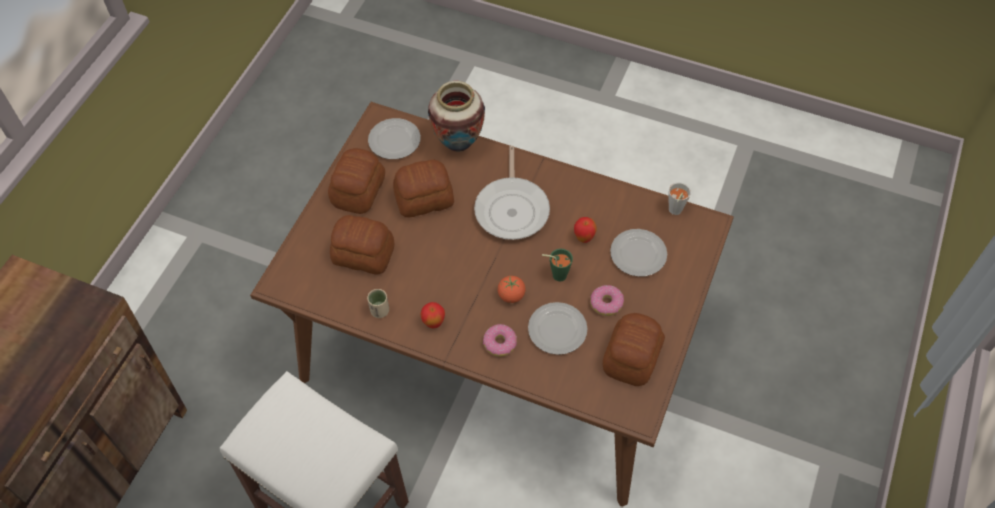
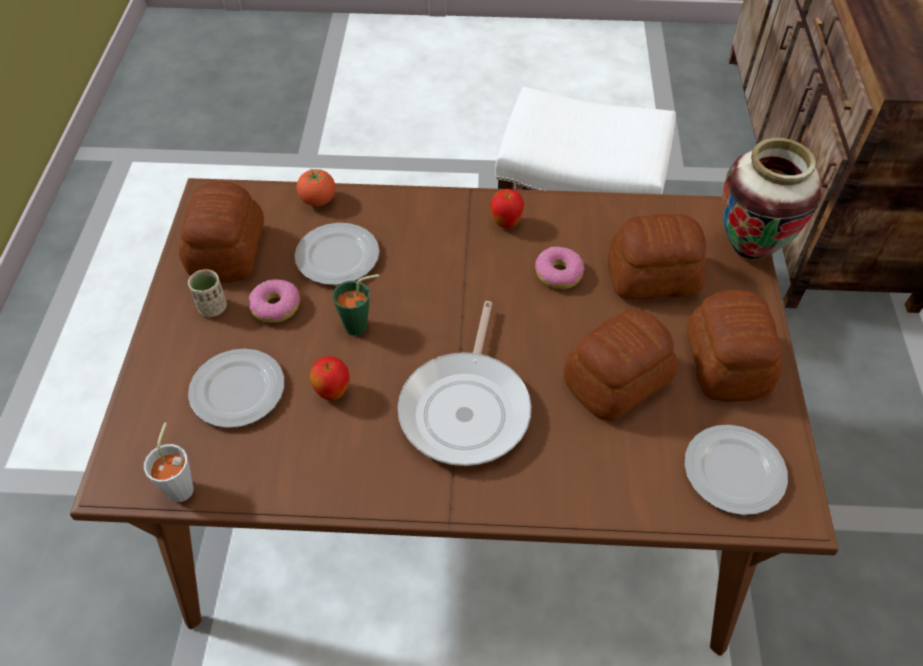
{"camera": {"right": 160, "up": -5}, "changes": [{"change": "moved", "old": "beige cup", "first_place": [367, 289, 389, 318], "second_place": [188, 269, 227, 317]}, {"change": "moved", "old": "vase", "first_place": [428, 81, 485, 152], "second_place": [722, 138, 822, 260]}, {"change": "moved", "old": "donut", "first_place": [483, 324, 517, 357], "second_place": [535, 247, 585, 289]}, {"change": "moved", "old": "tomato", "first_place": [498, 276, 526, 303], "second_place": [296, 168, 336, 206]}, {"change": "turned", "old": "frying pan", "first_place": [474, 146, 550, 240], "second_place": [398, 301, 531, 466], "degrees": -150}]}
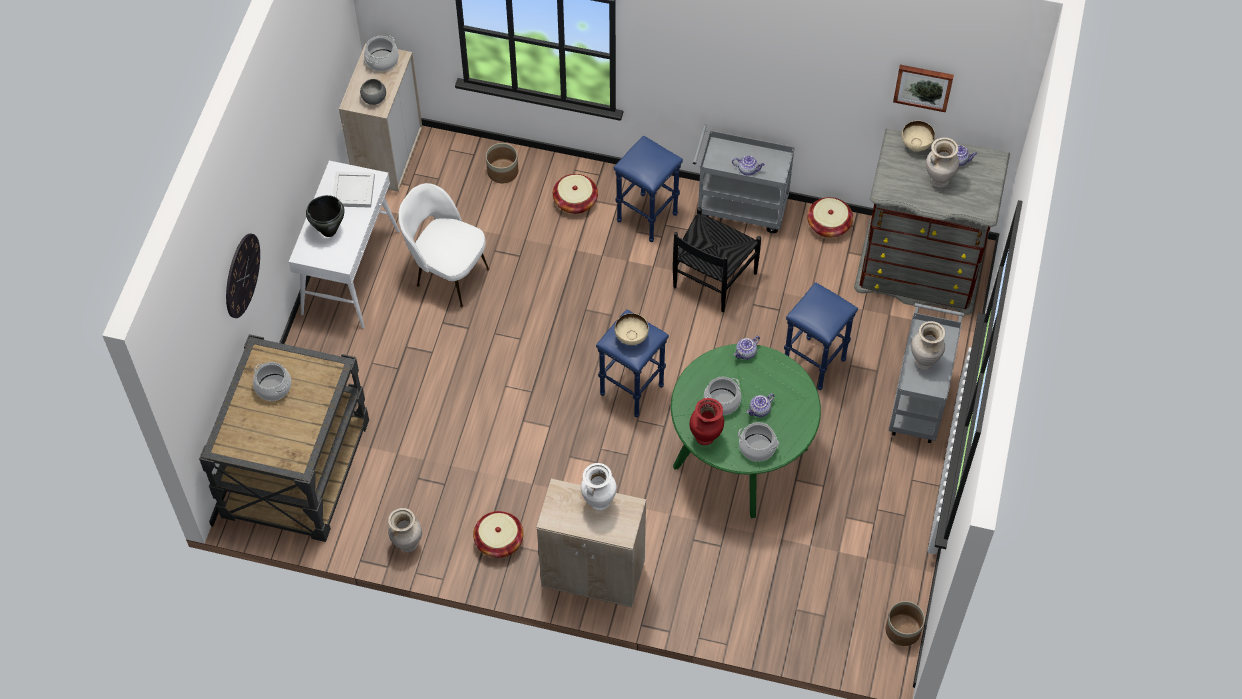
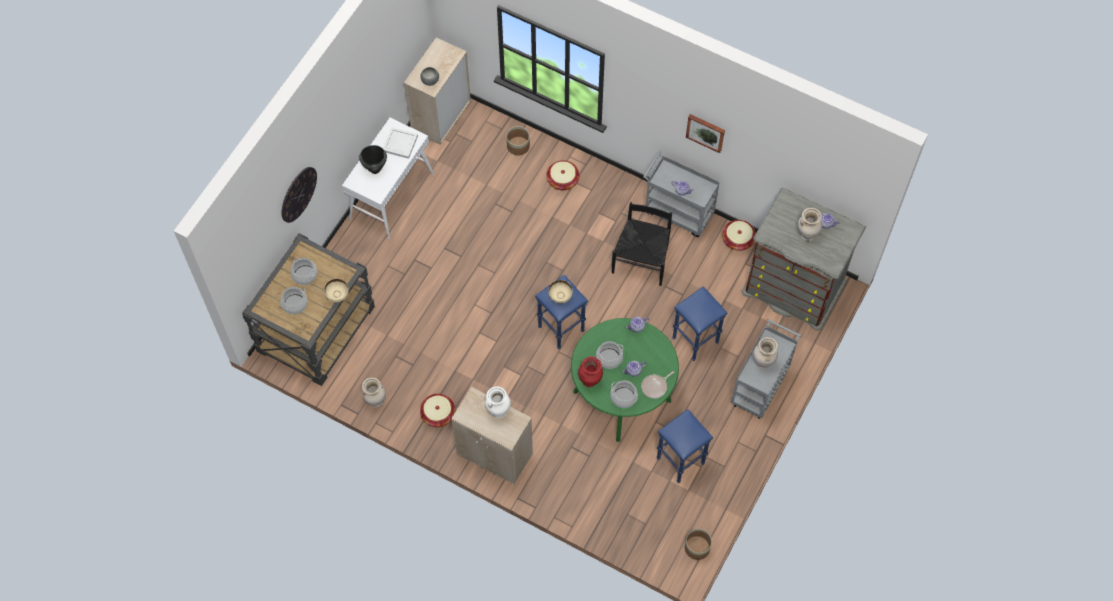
{"camera": {"right": 15, "up": 5}, "changes": [{"change": "removed", "old": "white chair", "first_place": [398, 183, 489, 308]}, {"change": "added", "new": "frying pan", "second_place": [641, 371, 675, 399]}, {"change": "moved", "old": "cooking pot", "first_place": [364, 36, 399, 71], "second_place": [280, 287, 308, 314]}, {"change": "moved", "old": "blue stool", "first_place": [614, 136, 683, 242], "second_place": [657, 409, 713, 483]}, {"change": "moved", "old": "picture", "first_place": [893, 65, 954, 112], "second_place": [686, 114, 725, 153]}, {"change": "moved", "old": "beige bowl", "first_place": [902, 121, 935, 152], "second_place": [324, 279, 349, 302]}, {"change": "turned", "old": "black chair", "first_place": [673, 207, 761, 312], "second_place": [612, 202, 672, 286], "degrees": 150}]}
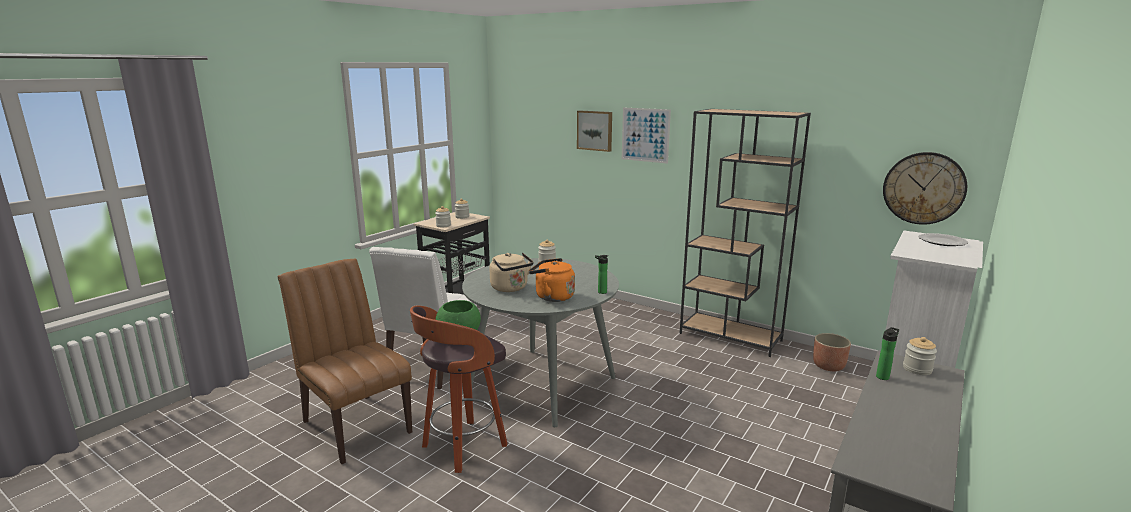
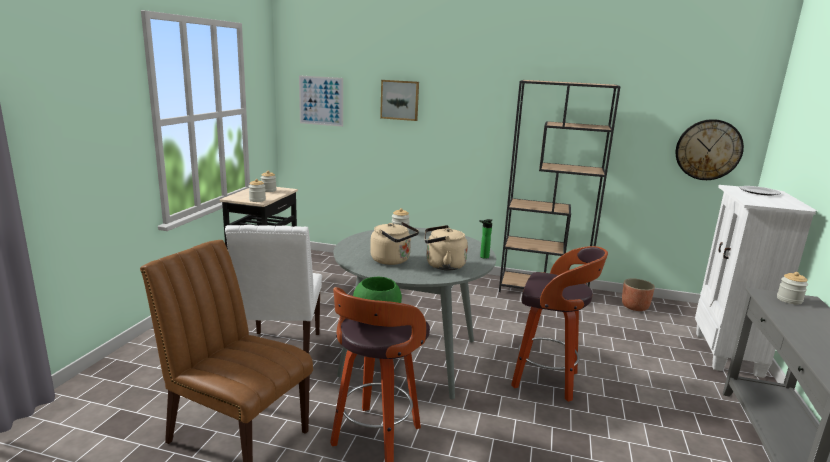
{"camera": {"right": -20, "up": 0}, "changes": [{"change": "removed", "old": "bottle", "first_place": [876, 327, 899, 380]}, {"change": "added", "new": "stool", "second_place": [511, 246, 608, 402]}, {"change": "moved", "old": "picture", "first_place": [622, 107, 671, 164], "second_place": [299, 75, 343, 127]}, {"change": "recoloured", "old": "orange kettle", "new": "beige kettle", "first_place": [529, 258, 575, 302], "second_place": [425, 225, 468, 270]}]}
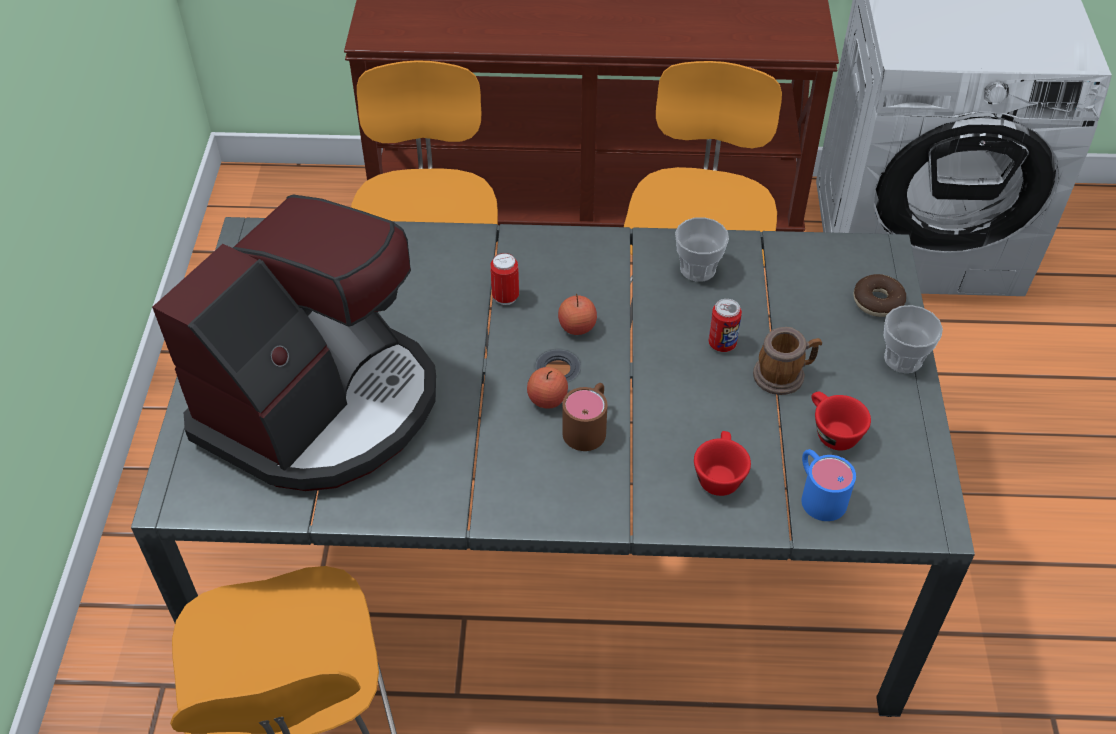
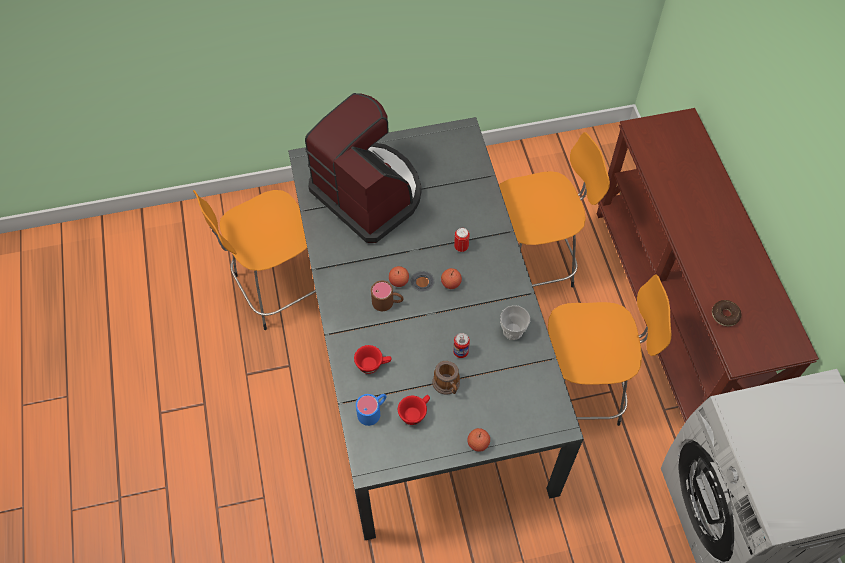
{"camera": {"right": 75, "up": 10}, "changes": [{"change": "moved", "old": "donut", "first_place": [853, 274, 906, 317], "second_place": [712, 300, 742, 326]}, {"change": "replaced", "old": "cup", "new": "apple", "first_place": [884, 305, 943, 373], "second_place": [467, 428, 490, 452]}, {"change": "turned", "old": "coffee machine", "first_place": [152, 194, 436, 491], "second_place": [305, 93, 422, 243], "degrees": -150}]}
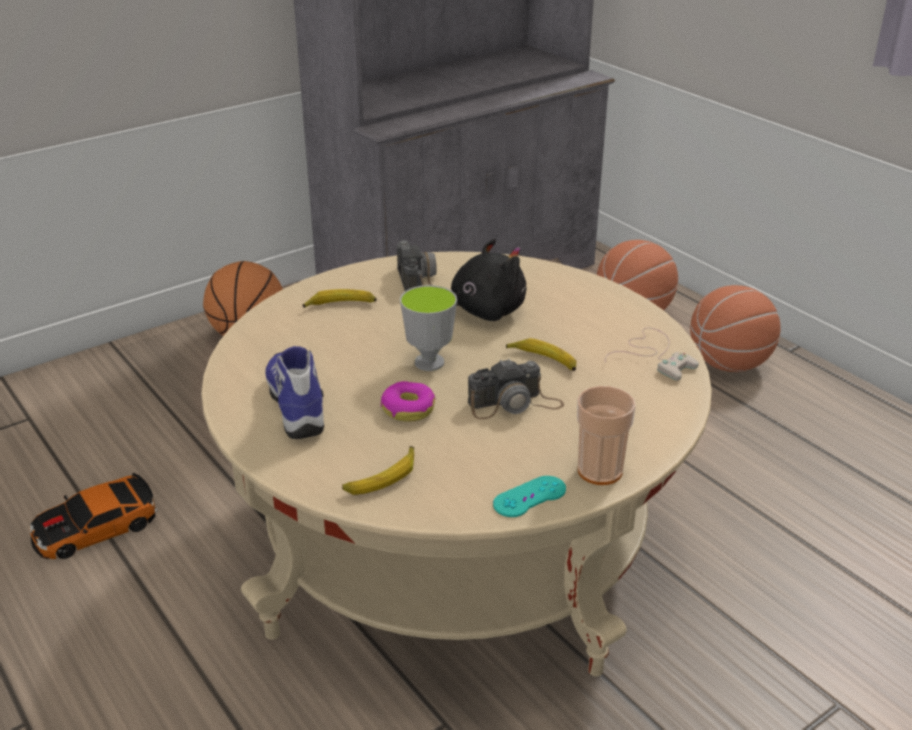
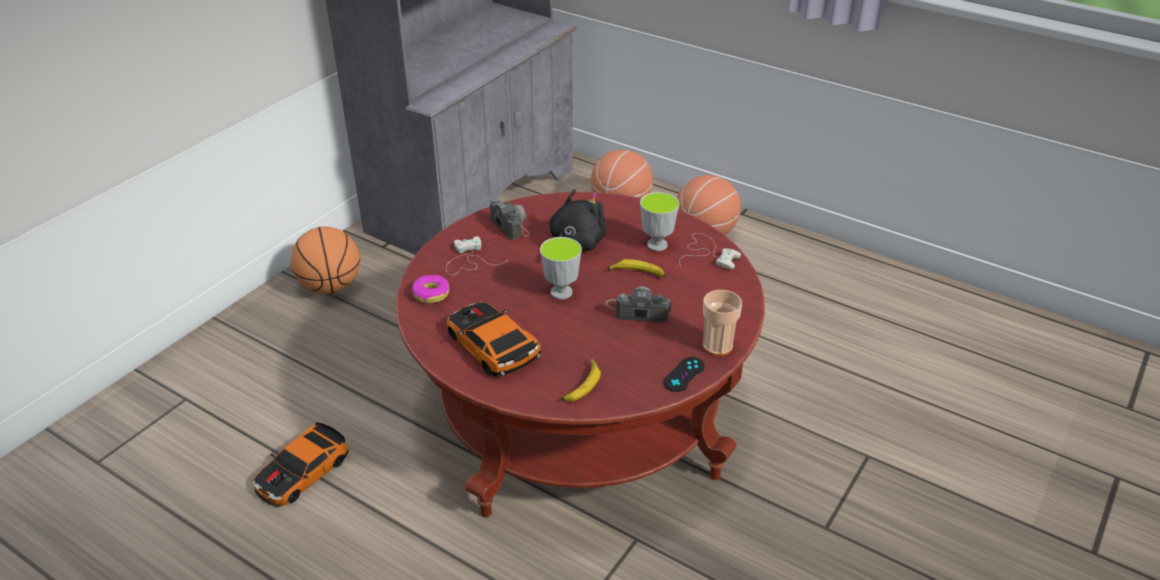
{"camera": {"right": -20, "up": 5}, "changes": [{"change": "added", "new": "cup", "second_place": [640, 192, 679, 251]}, {"change": "moved", "old": "donut", "first_place": [381, 381, 436, 422], "second_place": [412, 275, 449, 303]}, {"change": "replaced", "old": "shoe", "new": "toy car", "first_place": [265, 346, 324, 439], "second_place": [446, 302, 541, 376]}, {"change": "replaced", "old": "banana", "new": "white game controller", "first_place": [303, 289, 377, 308], "second_place": [446, 236, 506, 275]}, {"change": "recoloured", "old": "beige coffee table", "new": "red coffee table", "first_place": [201, 251, 712, 677], "second_place": [396, 192, 765, 518]}, {"change": "recoloured", "old": "turquoise game controller", "new": "black game controller", "first_place": [493, 476, 566, 517], "second_place": [663, 357, 705, 392]}, {"change": "turned", "old": "photo camera", "first_place": [468, 358, 564, 419], "second_place": [605, 286, 671, 322], "degrees": -135}]}
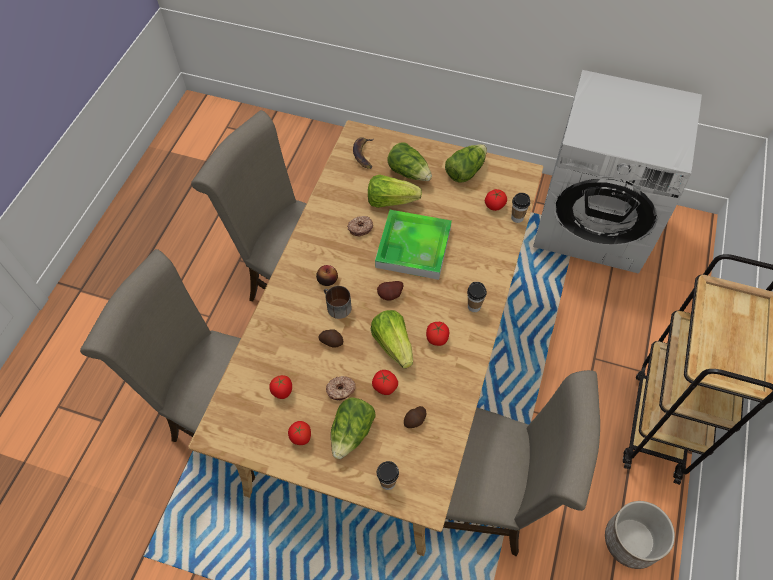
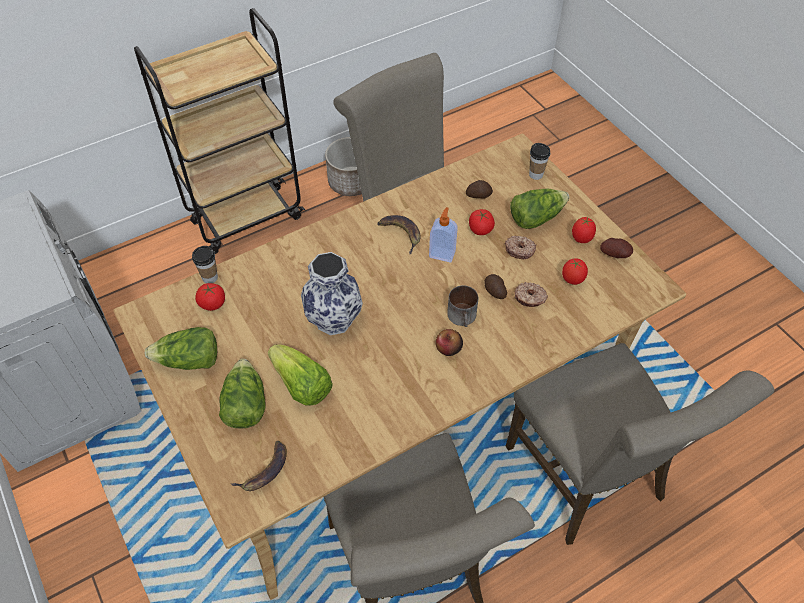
{"camera": {"right": -140, "up": -5}, "changes": [{"change": "removed", "old": "cup", "first_place": [467, 282, 487, 312]}, {"change": "moved", "old": "donut", "first_place": [347, 216, 373, 236], "second_place": [515, 282, 548, 307]}, {"change": "moved", "old": "potato", "first_place": [377, 281, 403, 301], "second_place": [600, 238, 633, 258]}, {"change": "replaced", "old": "lettuce", "new": "soap dispenser", "first_place": [371, 310, 413, 369], "second_place": [429, 207, 458, 262]}, {"change": "replaced", "old": "tray", "new": "vase", "first_place": [375, 210, 452, 280], "second_place": [301, 252, 363, 335]}, {"change": "replaced", "old": "tomato", "new": "banana", "first_place": [426, 322, 449, 346], "second_place": [377, 215, 421, 254]}]}
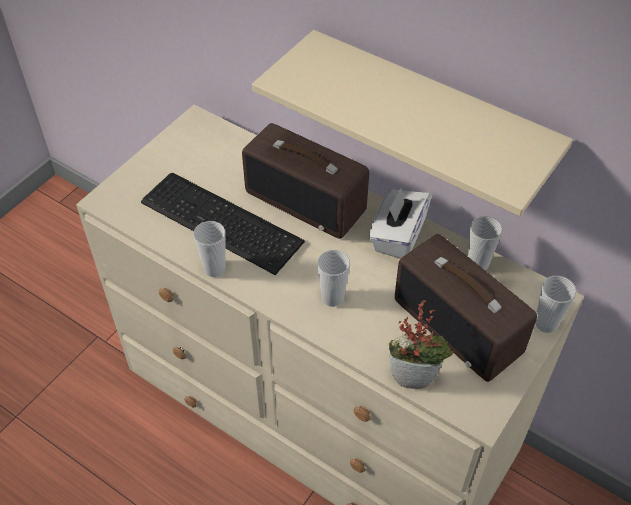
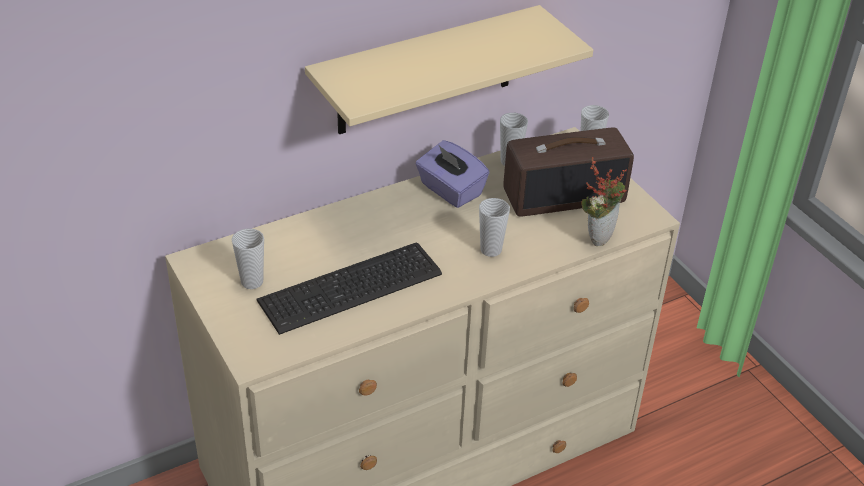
{"camera": {"right": -65, "up": -10}, "changes": [{"change": "removed", "old": "radio", "first_place": [242, 123, 369, 239]}, {"change": "moved", "old": "cup", "first_place": [193, 221, 226, 277], "second_place": [231, 228, 264, 289]}, {"change": "recoloured", "old": "white tissue box", "new": "purple tissue box", "first_place": [369, 188, 431, 259], "second_place": [416, 140, 490, 208]}]}
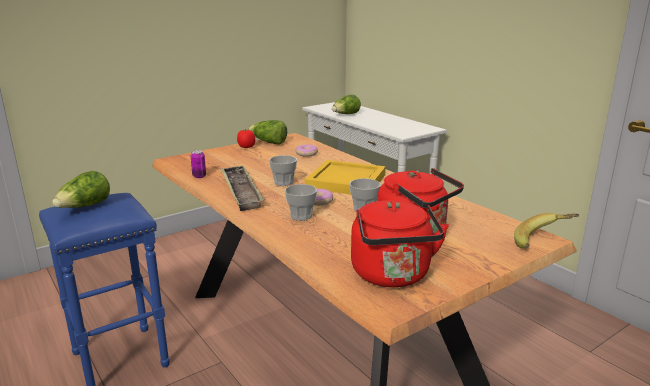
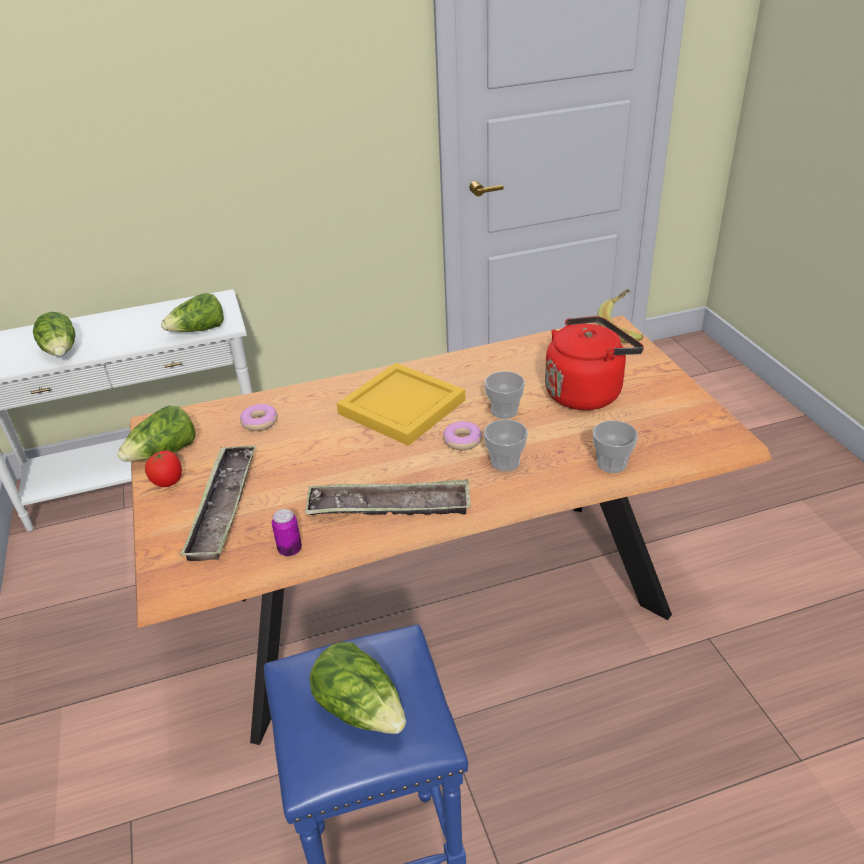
{"camera": {"right": -70, "up": 15}, "changes": [{"change": "removed", "old": "red kettle", "first_place": [351, 200, 449, 287]}, {"change": "added", "new": "lettuce", "second_place": [161, 293, 224, 332]}, {"change": "added", "new": "tray", "second_place": [180, 445, 256, 561]}, {"change": "moved", "old": "cup", "first_place": [269, 155, 297, 186], "second_place": [593, 421, 638, 473]}]}
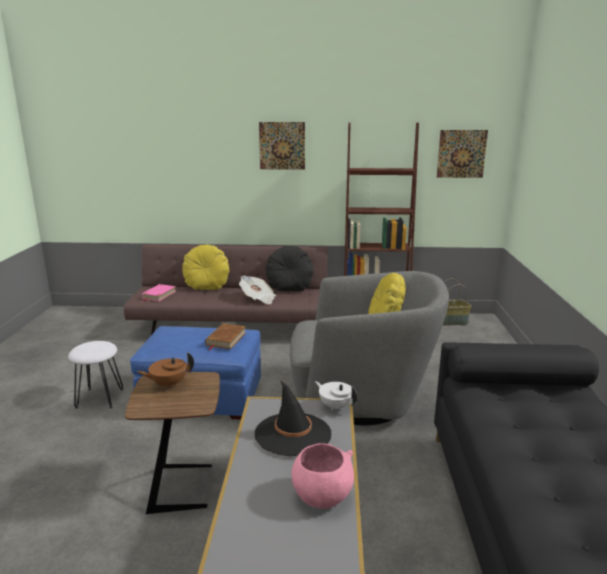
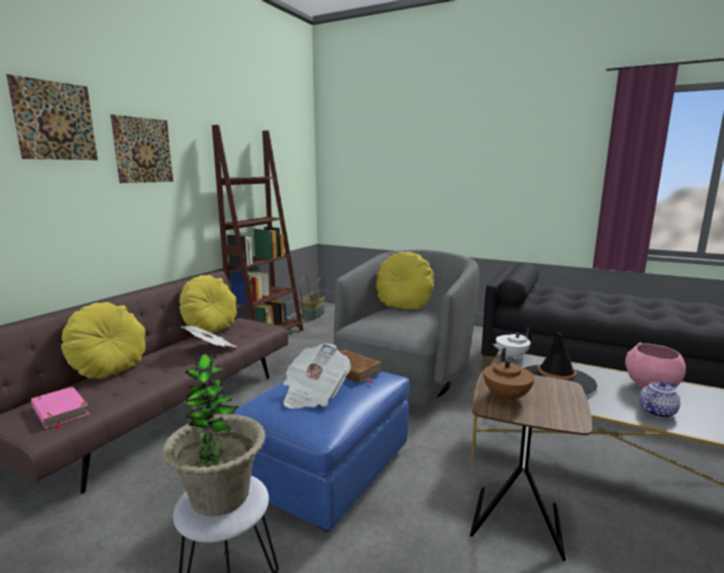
{"camera": {"right": -65, "up": -5}, "changes": [{"change": "added", "new": "potted plant", "second_place": [162, 353, 266, 516]}, {"change": "added", "new": "newspaper", "second_place": [283, 343, 351, 409]}, {"change": "added", "new": "teapot", "second_place": [639, 381, 680, 418]}, {"change": "moved", "old": "picture", "first_place": [437, 130, 488, 178], "second_place": [6, 74, 98, 160]}, {"change": "recoloured", "old": "black pillow", "new": "yellow pillow", "first_place": [266, 246, 314, 292], "second_place": [179, 275, 236, 333]}]}
